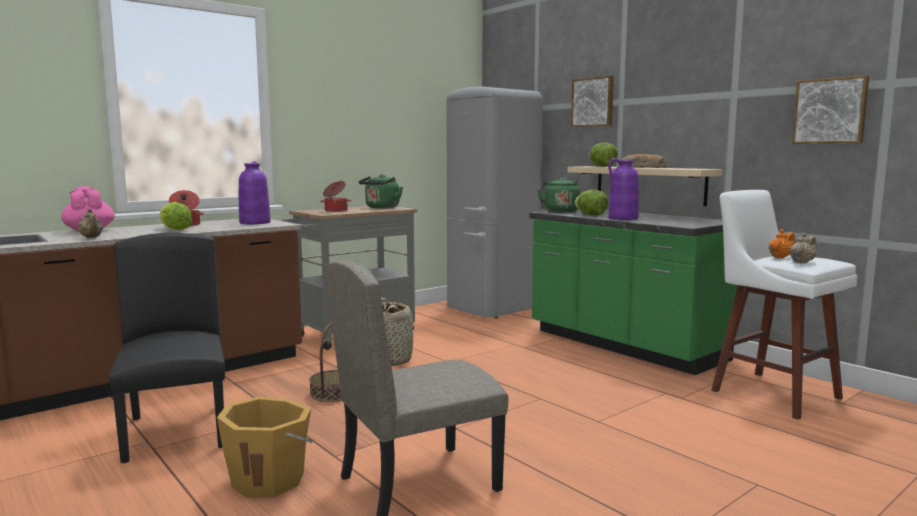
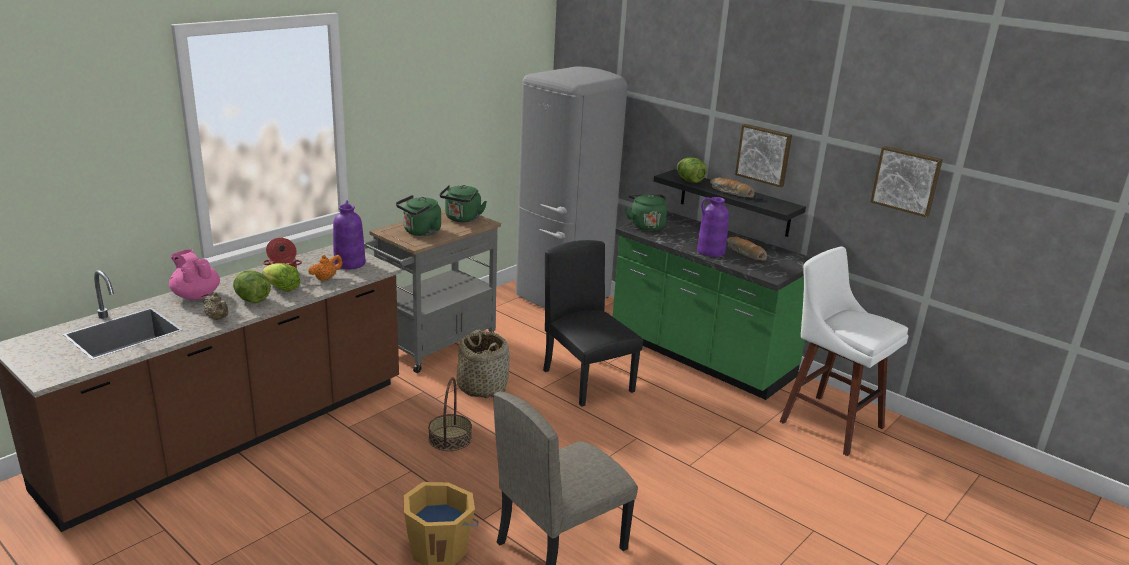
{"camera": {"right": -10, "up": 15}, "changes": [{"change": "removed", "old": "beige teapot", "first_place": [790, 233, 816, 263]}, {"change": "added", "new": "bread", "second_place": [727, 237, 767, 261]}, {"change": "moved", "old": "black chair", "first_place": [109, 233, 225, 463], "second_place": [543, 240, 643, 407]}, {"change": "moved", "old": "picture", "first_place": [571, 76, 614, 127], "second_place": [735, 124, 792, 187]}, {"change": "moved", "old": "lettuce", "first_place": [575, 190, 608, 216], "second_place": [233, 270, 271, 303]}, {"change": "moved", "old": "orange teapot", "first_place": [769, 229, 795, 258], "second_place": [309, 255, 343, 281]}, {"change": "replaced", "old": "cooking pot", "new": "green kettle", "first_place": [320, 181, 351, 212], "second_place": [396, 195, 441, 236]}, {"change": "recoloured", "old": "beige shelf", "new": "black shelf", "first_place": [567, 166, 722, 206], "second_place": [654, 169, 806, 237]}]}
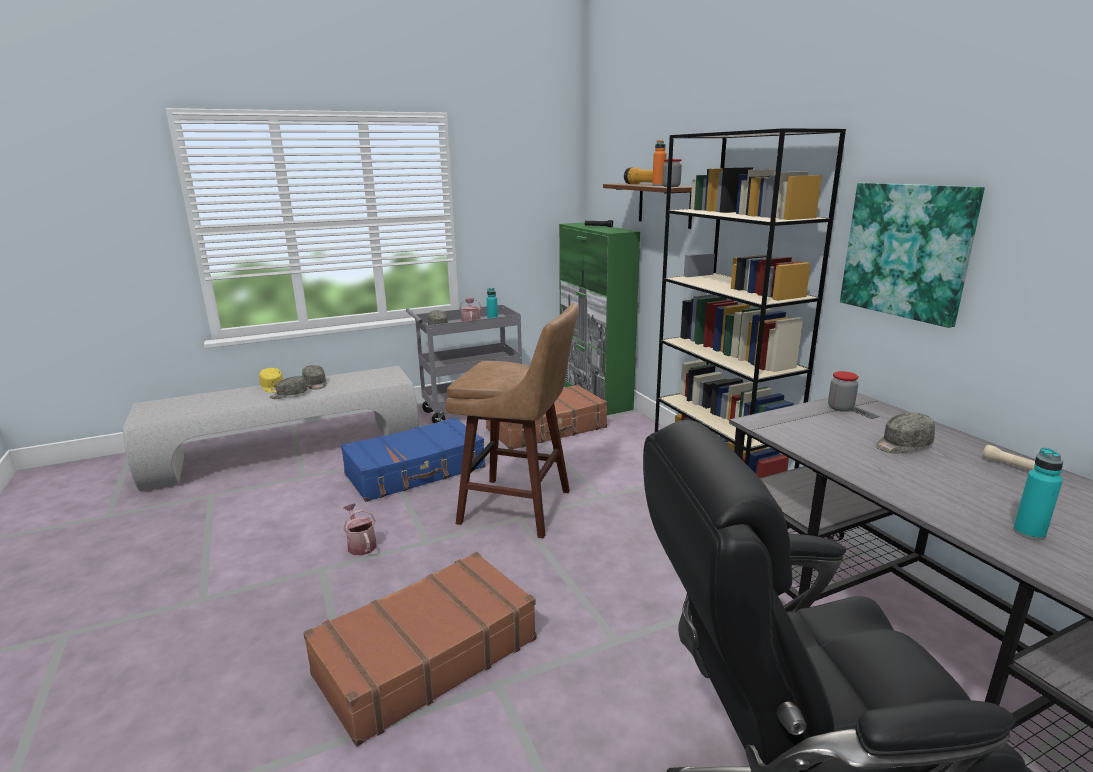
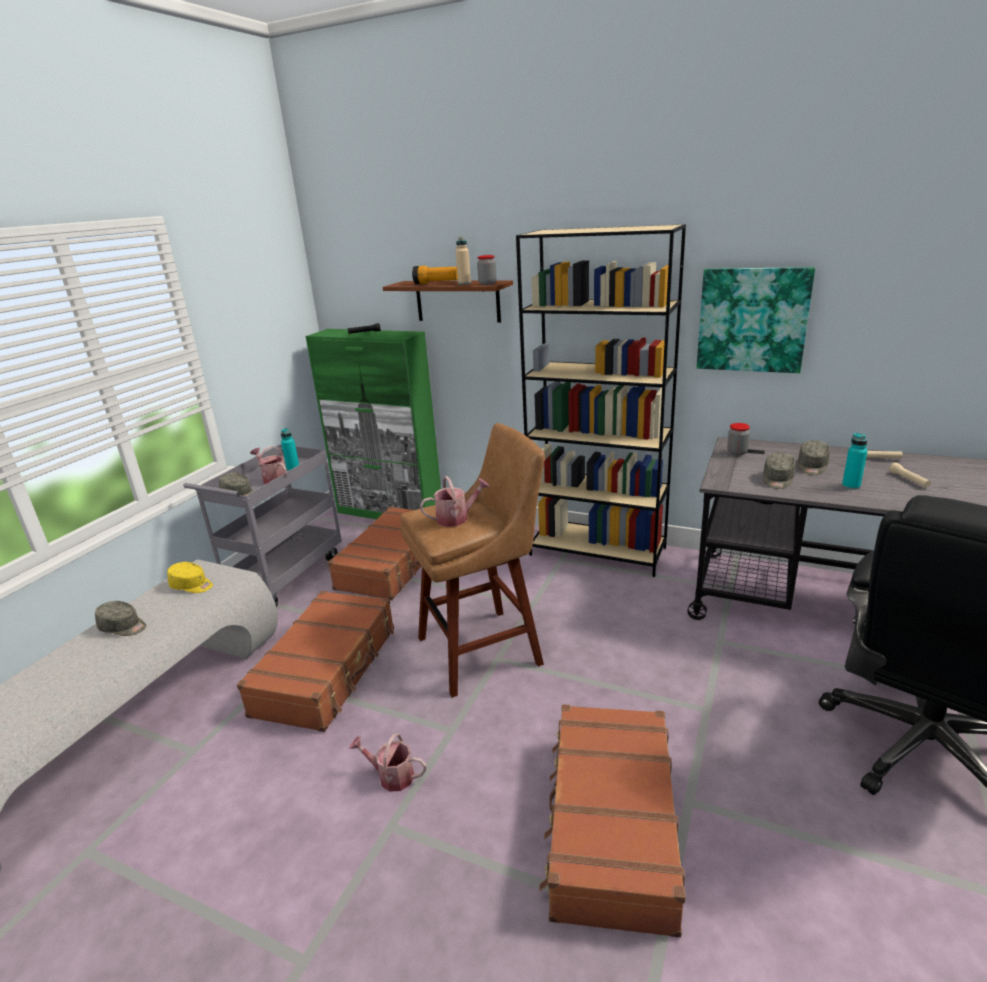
{"camera": {"right": -40, "up": 5}, "changes": [{"change": "added", "new": "watering can", "second_place": [420, 476, 490, 527]}, {"change": "added", "new": "beige flashlight", "second_place": [889, 462, 931, 488]}, {"change": "moved", "old": "yellow cap", "first_place": [259, 368, 283, 393], "second_place": [167, 562, 213, 593]}, {"change": "moved", "old": "grey cap", "first_place": [270, 376, 308, 399], "second_place": [763, 452, 796, 489]}, {"change": "moved", "old": "turquoise bottle", "first_place": [1013, 448, 1063, 540], "second_place": [842, 433, 868, 490]}, {"change": "recoloured", "old": "blue suitcase", "new": "brown suitcase", "first_place": [341, 417, 485, 502], "second_place": [237, 591, 394, 732]}, {"change": "recoloured", "old": "orange bottle", "new": "beige bottle", "first_place": [652, 140, 667, 186], "second_place": [456, 237, 471, 285]}]}
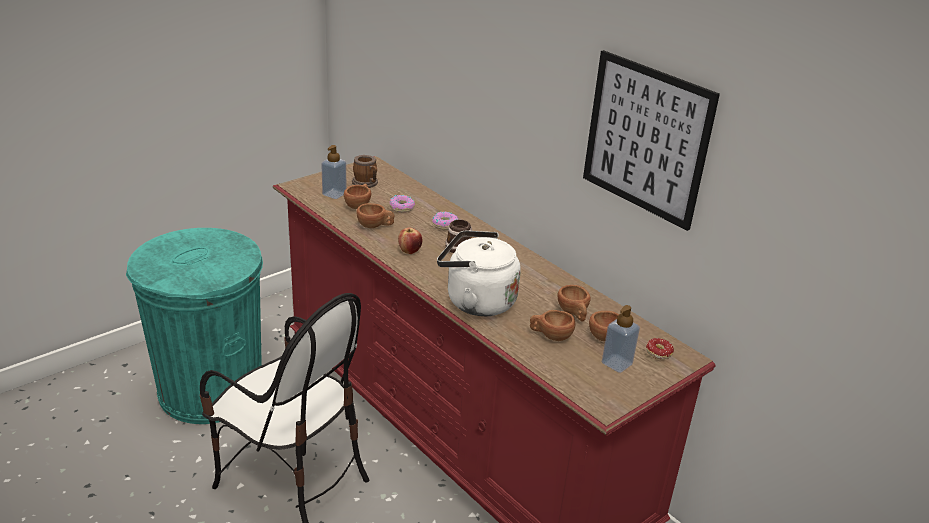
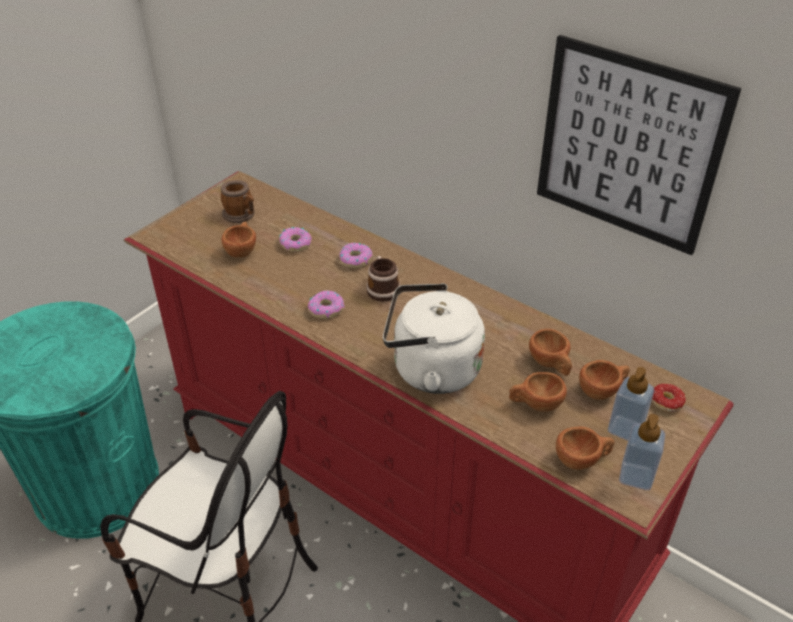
{"camera": {"right": -10, "up": 10}, "changes": [{"change": "moved", "old": "soap dispenser", "first_place": [321, 145, 347, 199], "second_place": [619, 414, 665, 490]}, {"change": "moved", "old": "brown cup", "first_place": [356, 203, 395, 228], "second_place": [556, 427, 614, 470]}, {"change": "replaced", "old": "apple", "new": "donut", "first_place": [398, 228, 422, 254], "second_place": [308, 290, 345, 319]}]}
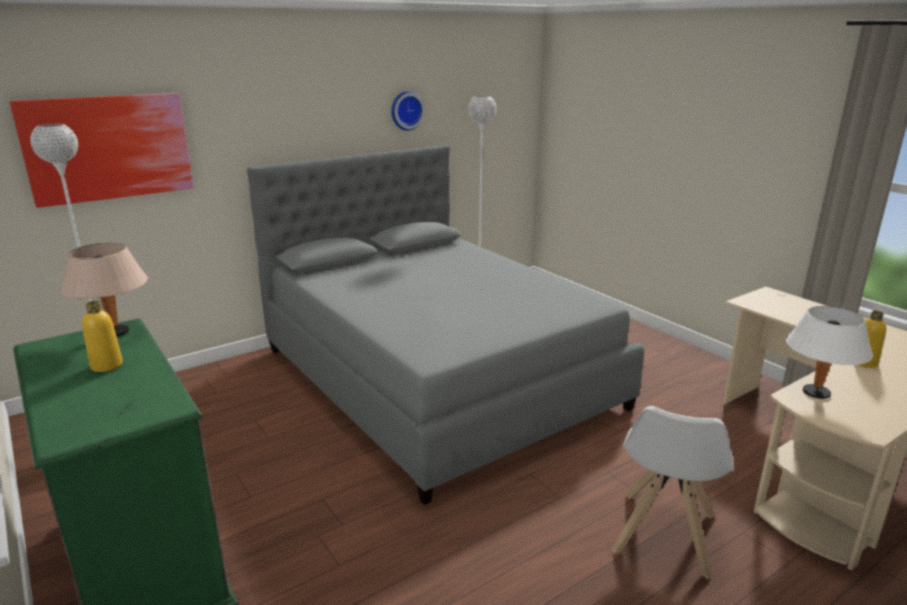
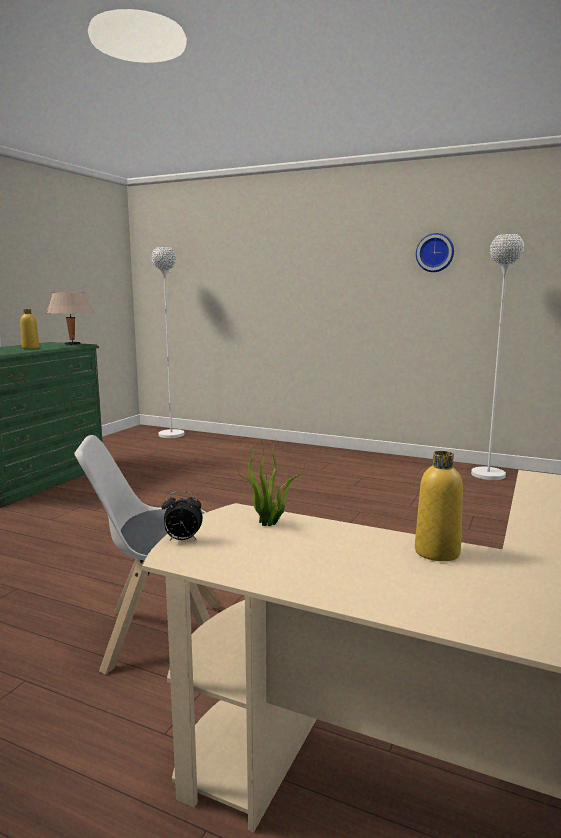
{"camera": {"right": 60, "up": -10}, "changes": [{"change": "removed", "old": "picture", "first_place": [10, 93, 194, 208]}, {"change": "removed", "old": "grey bed", "first_place": [247, 145, 645, 505]}, {"change": "added", "new": "alarm clock", "second_place": [161, 491, 203, 541]}, {"change": "replaced", "old": "white table lamp", "new": "potted plant", "first_place": [786, 306, 873, 399], "second_place": [236, 438, 305, 526]}]}
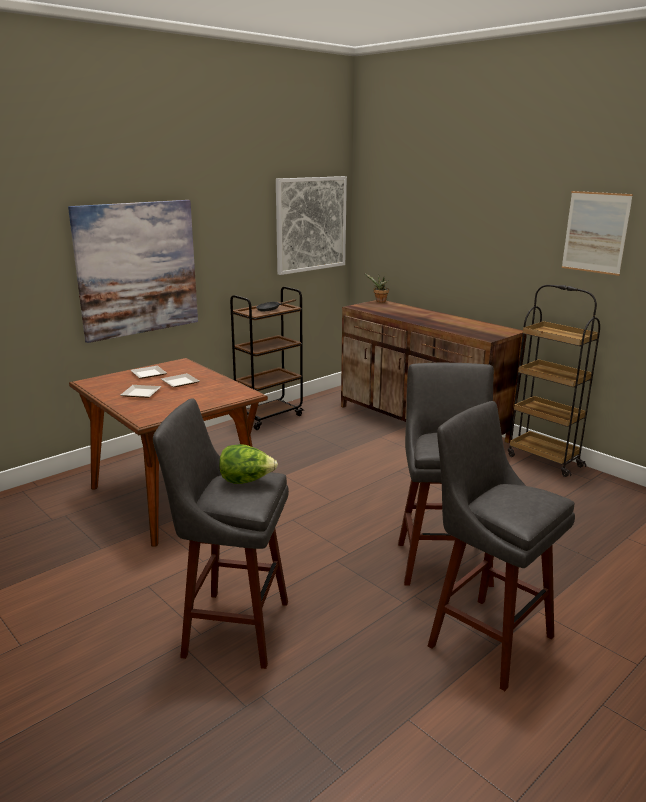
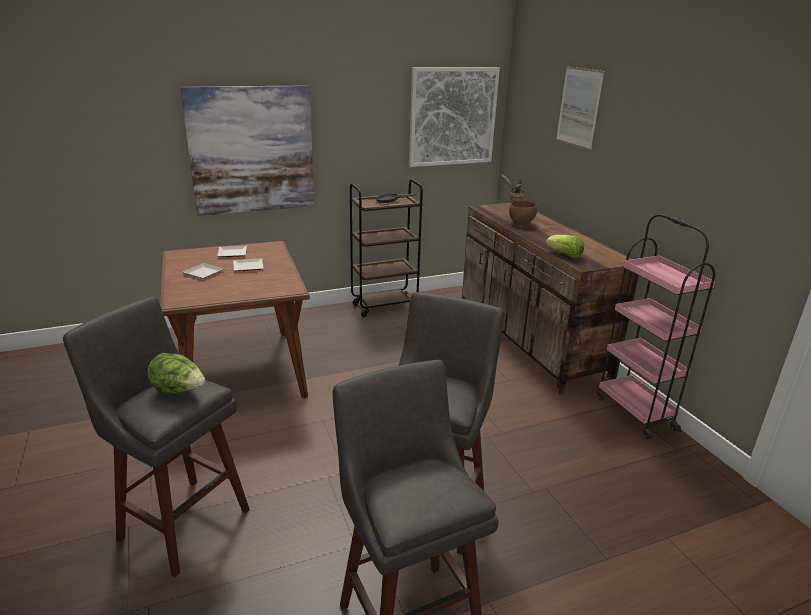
{"camera": {"right": 20, "up": 5}, "changes": [{"change": "added", "new": "brown bowl", "second_place": [509, 200, 537, 224]}, {"change": "added", "new": "lettuce", "second_place": [546, 235, 584, 259]}, {"change": "moved", "old": "picture", "first_place": [562, 191, 633, 276], "second_place": [556, 66, 605, 150]}, {"change": "recoloured", "old": "brown cart", "new": "pink cart", "first_place": [508, 285, 600, 477], "second_place": [597, 214, 715, 440]}]}
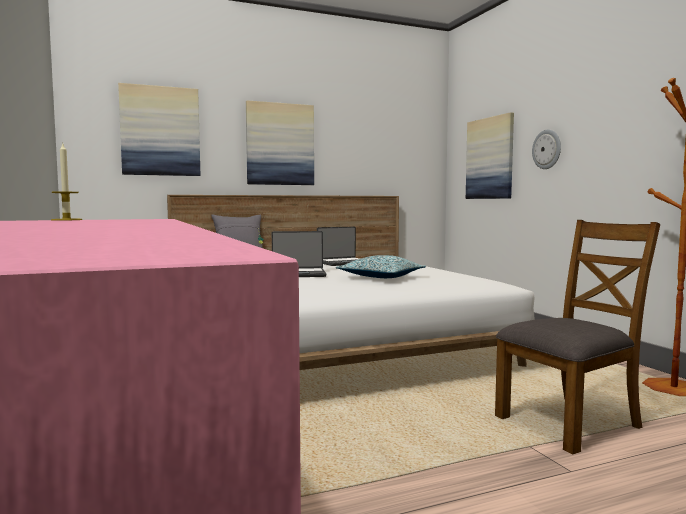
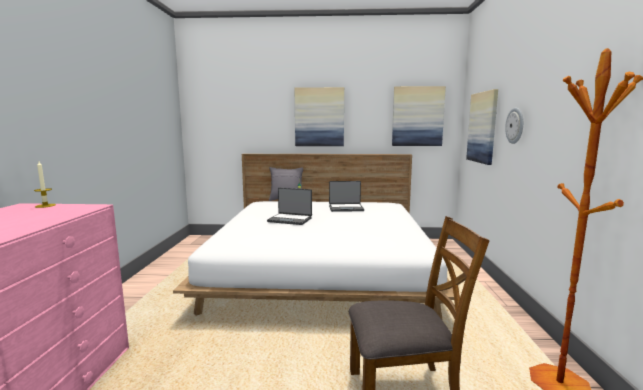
{"camera": {"right": 25, "up": 5}, "changes": [{"change": "removed", "old": "pillow", "first_place": [336, 255, 426, 278]}, {"change": "moved", "old": "picture", "first_place": [118, 83, 200, 176], "second_place": [392, 86, 446, 146]}]}
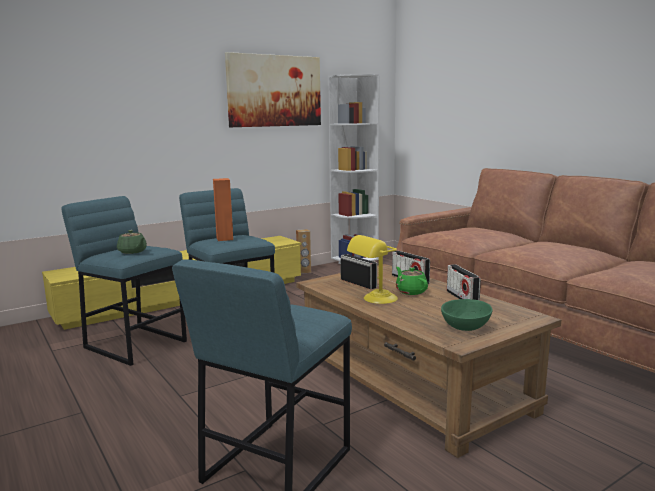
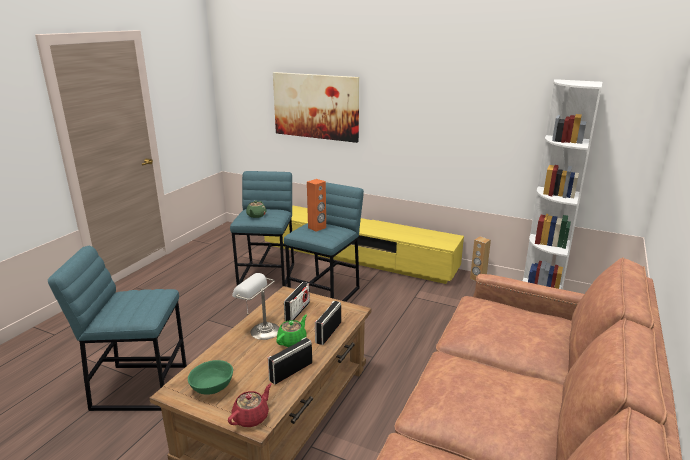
{"camera": {"right": 60, "up": 10}, "changes": [{"change": "added", "new": "red teapot", "second_place": [228, 383, 272, 427]}, {"change": "moved", "old": "picture", "first_place": [225, 52, 321, 127], "second_place": [273, 72, 359, 143]}, {"change": "recoloured", "old": "yellow table lamp", "new": "white table lamp", "first_place": [347, 235, 398, 304], "second_place": [232, 273, 279, 340]}]}
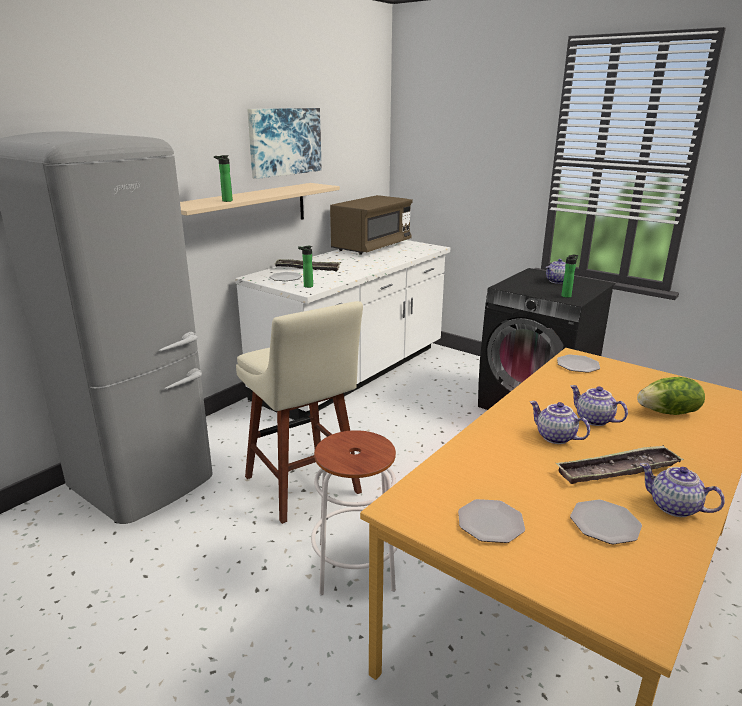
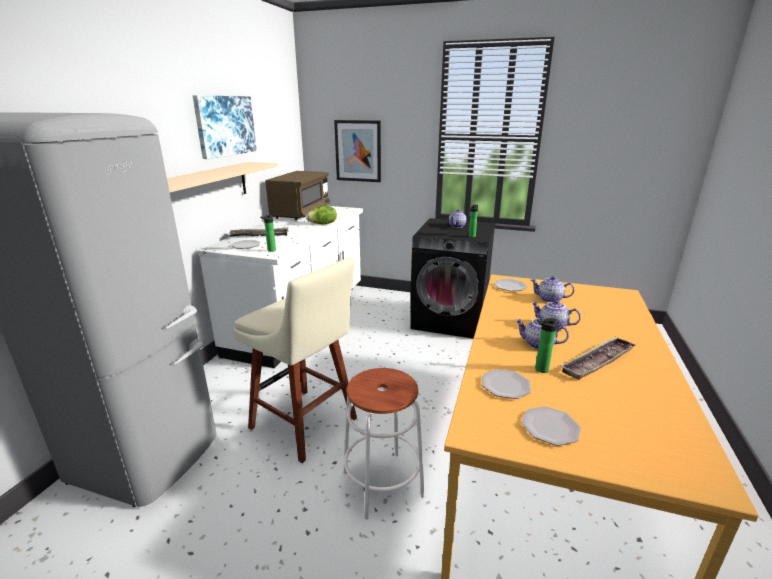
{"camera": {"right": -20, "up": 0}, "changes": [{"change": "added", "new": "picture", "second_place": [334, 120, 381, 182]}, {"change": "moved", "old": "bottle", "first_place": [214, 155, 233, 202], "second_place": [535, 318, 557, 373]}, {"change": "moved", "old": "plate", "first_place": [570, 500, 642, 544], "second_place": [482, 369, 531, 399]}, {"change": "moved", "old": "lettuce", "first_place": [637, 377, 705, 415], "second_place": [306, 206, 337, 224]}, {"change": "moved", "old": "teapot", "first_place": [640, 463, 725, 517], "second_place": [531, 276, 574, 302]}]}
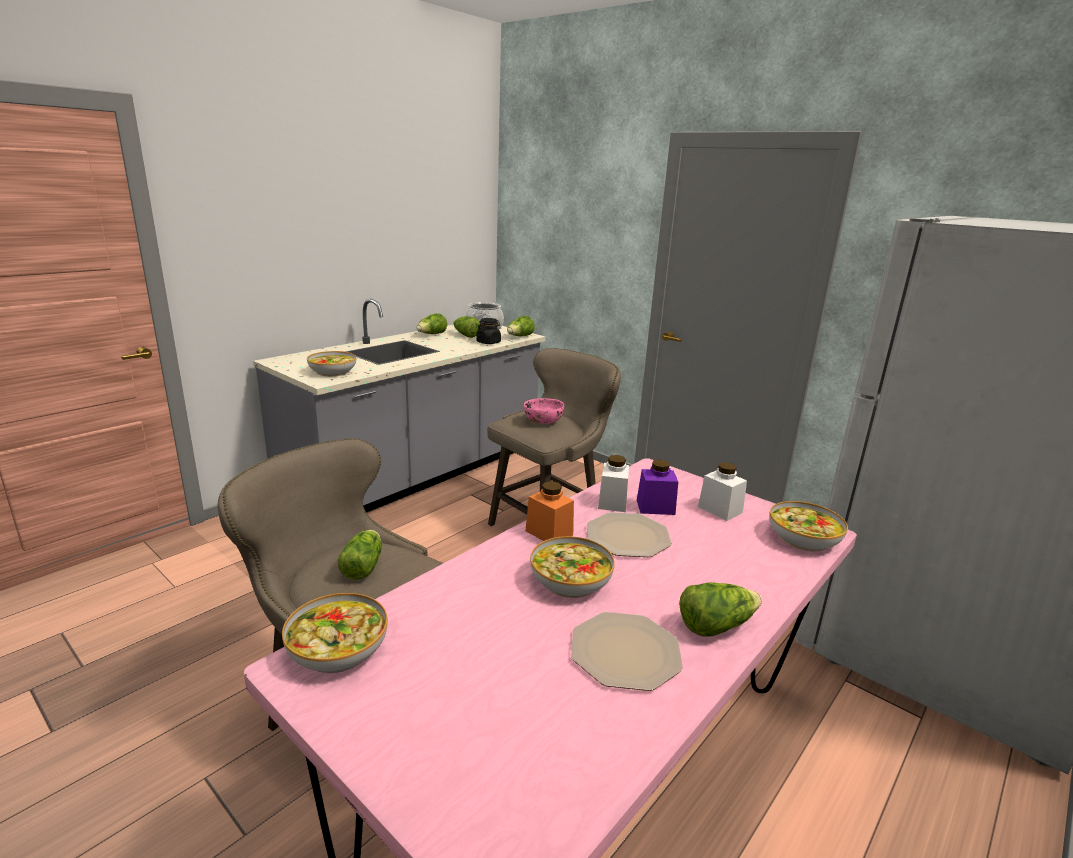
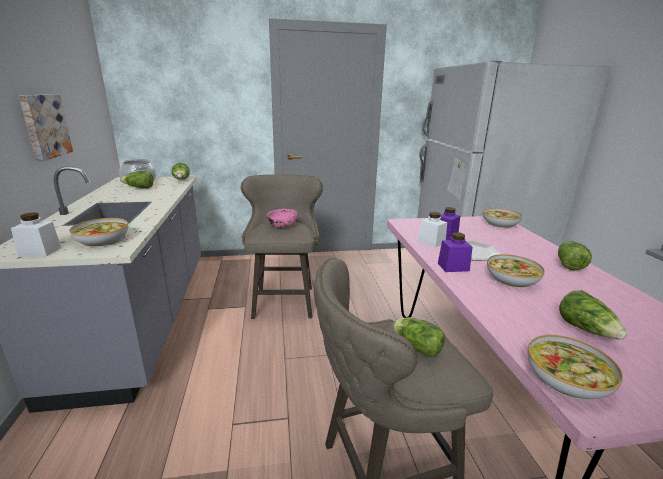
{"camera": {"right": -50, "up": 0}, "changes": [{"change": "removed", "old": "black jar", "first_place": [476, 318, 501, 344]}, {"change": "removed", "old": "plate", "first_place": [571, 612, 683, 691]}, {"change": "added", "new": "picture", "second_place": [19, 94, 73, 161]}, {"change": "moved", "old": "lettuce", "first_place": [416, 313, 447, 334], "second_place": [559, 290, 627, 340]}, {"change": "moved", "old": "white jar", "first_place": [698, 462, 747, 521], "second_place": [11, 212, 61, 256]}, {"change": "recoloured", "old": "orange jar", "new": "purple jar", "first_place": [525, 481, 574, 541], "second_place": [438, 232, 473, 272]}]}
